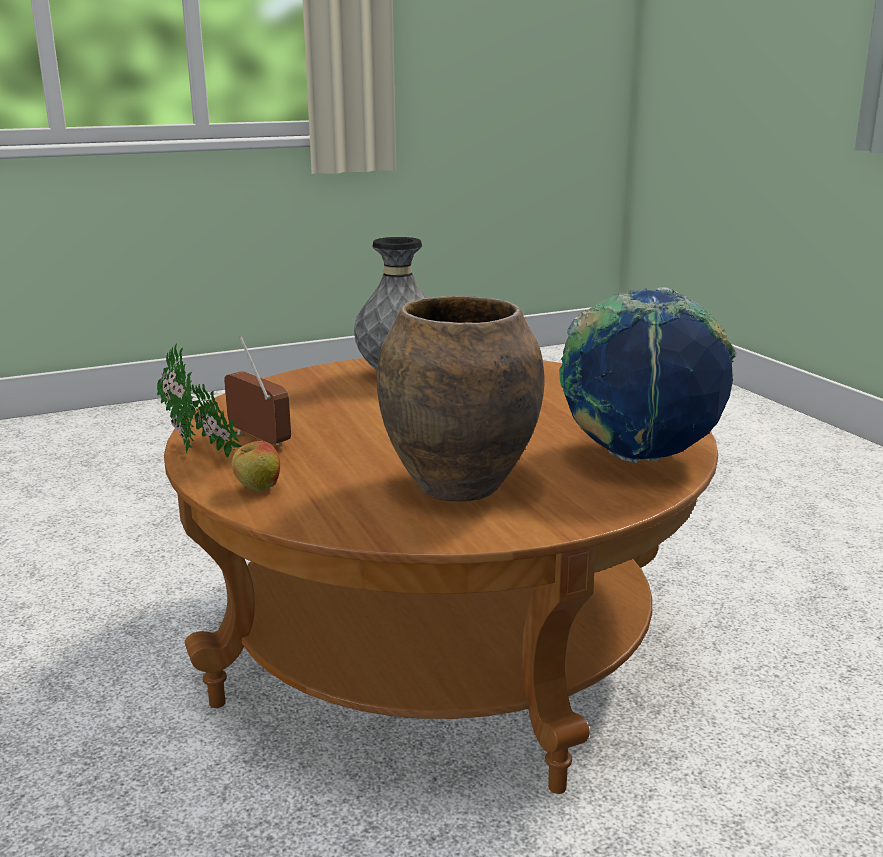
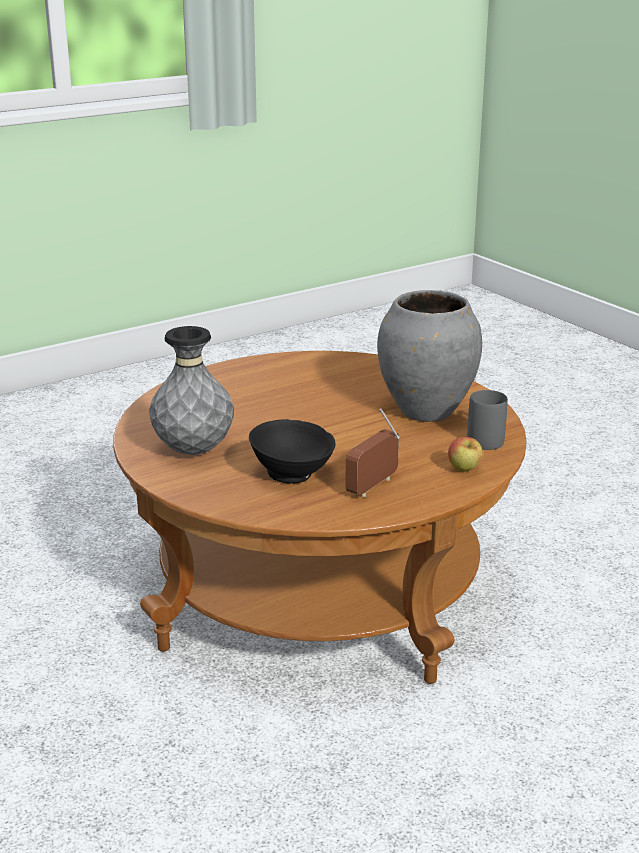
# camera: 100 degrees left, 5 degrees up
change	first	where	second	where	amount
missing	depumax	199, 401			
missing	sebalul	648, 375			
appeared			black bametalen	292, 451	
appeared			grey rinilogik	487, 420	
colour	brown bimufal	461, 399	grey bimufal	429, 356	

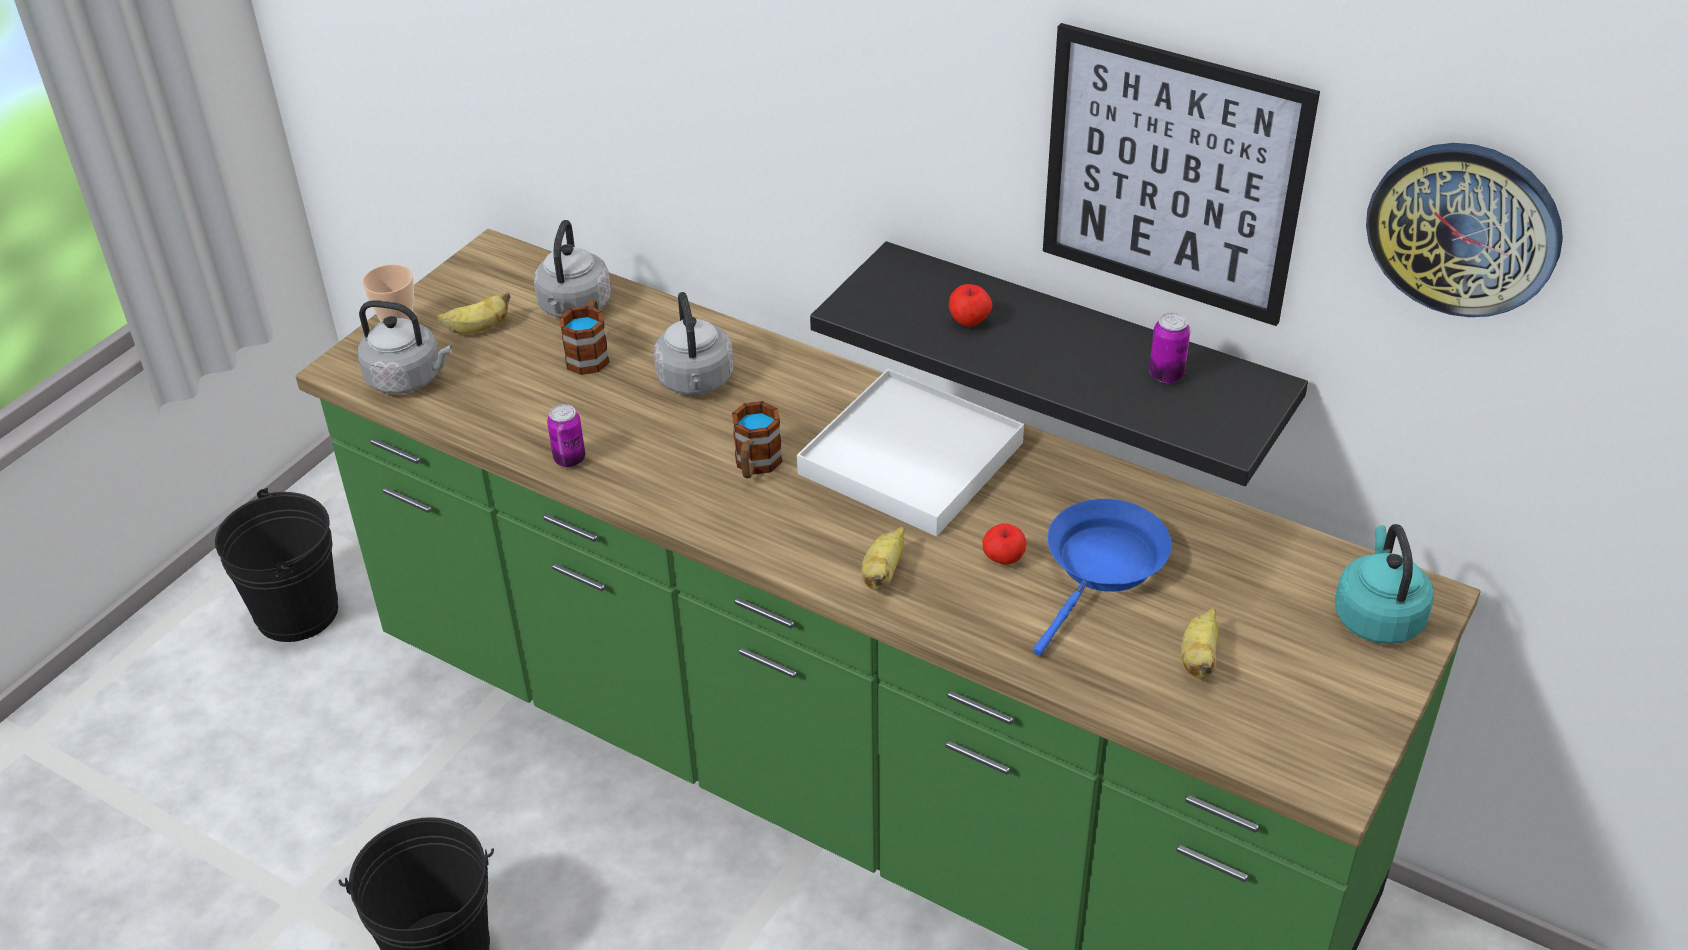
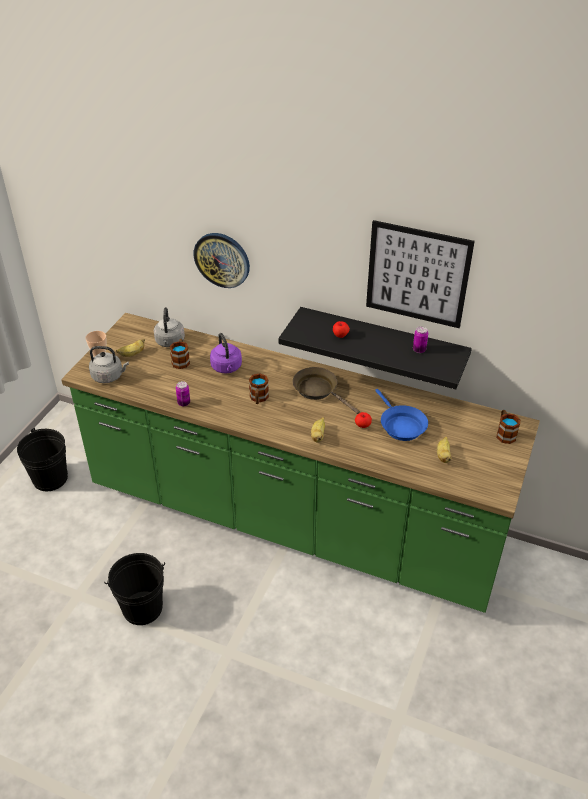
# camera: 10 degrees left, 0 degrees up
change	first	where	second	where	amount
relocated	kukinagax	1464, 230		222, 260	
exchanged	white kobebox	910, 452	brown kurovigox	326, 390	
exchanged	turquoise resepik	1384, 584	rinilogik	508, 427	
colour	grey resepik	694, 343	purple resepik	226, 353	
spun	blue kurovigox	1102, 577		401, 415	135 degrees clockwise

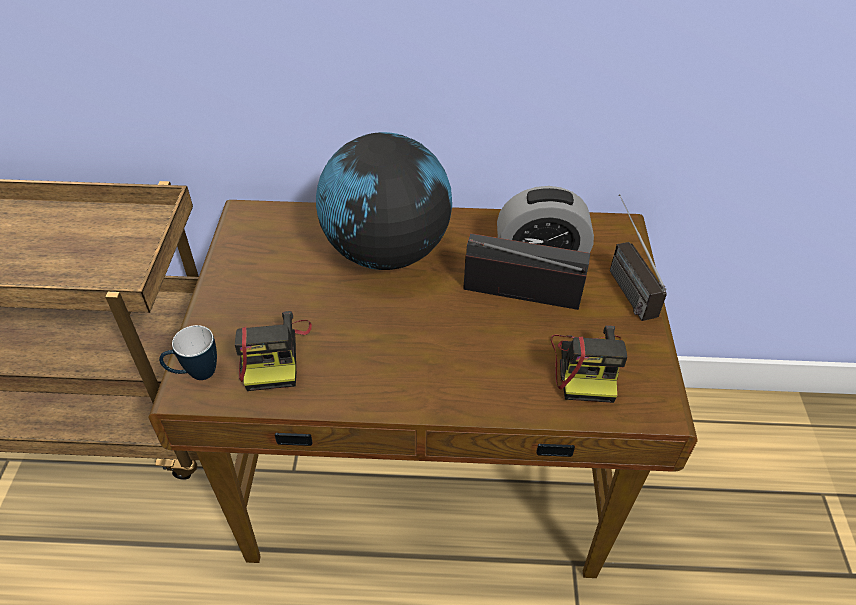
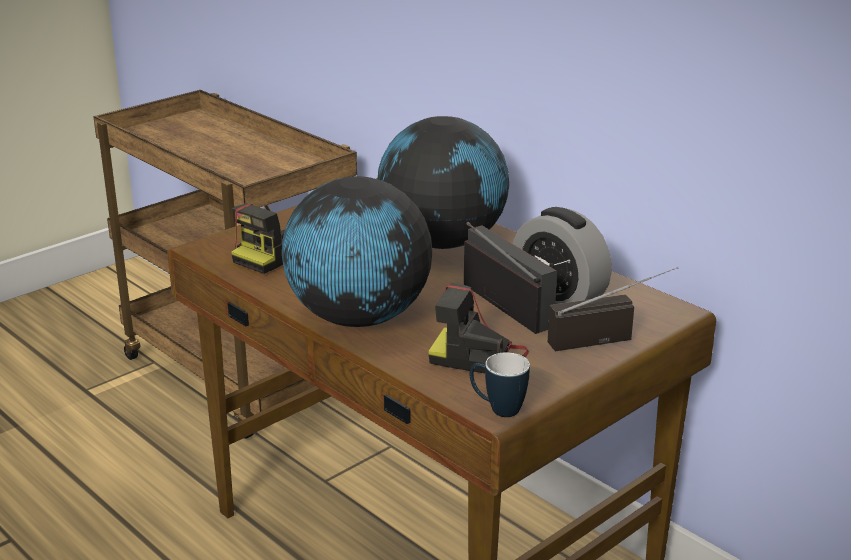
# camera: 45 degrees right, 20 degrees down
change	first	where	second	where	amount
appeared			sebalul	357, 251	
relocated	rinilogik	188, 352		500, 385	
spun	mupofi	589, 364		478, 328	60 degrees clockwise
spun	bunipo	638, 257		613, 309	45 degrees clockwise

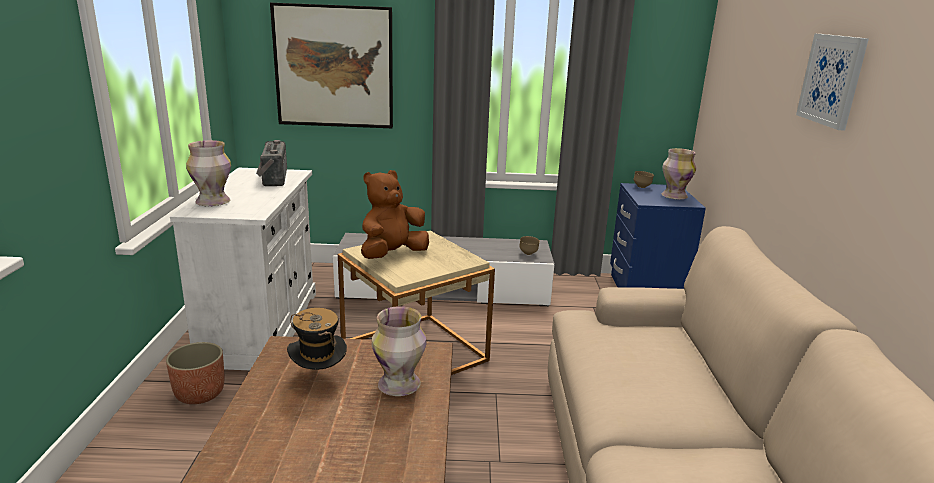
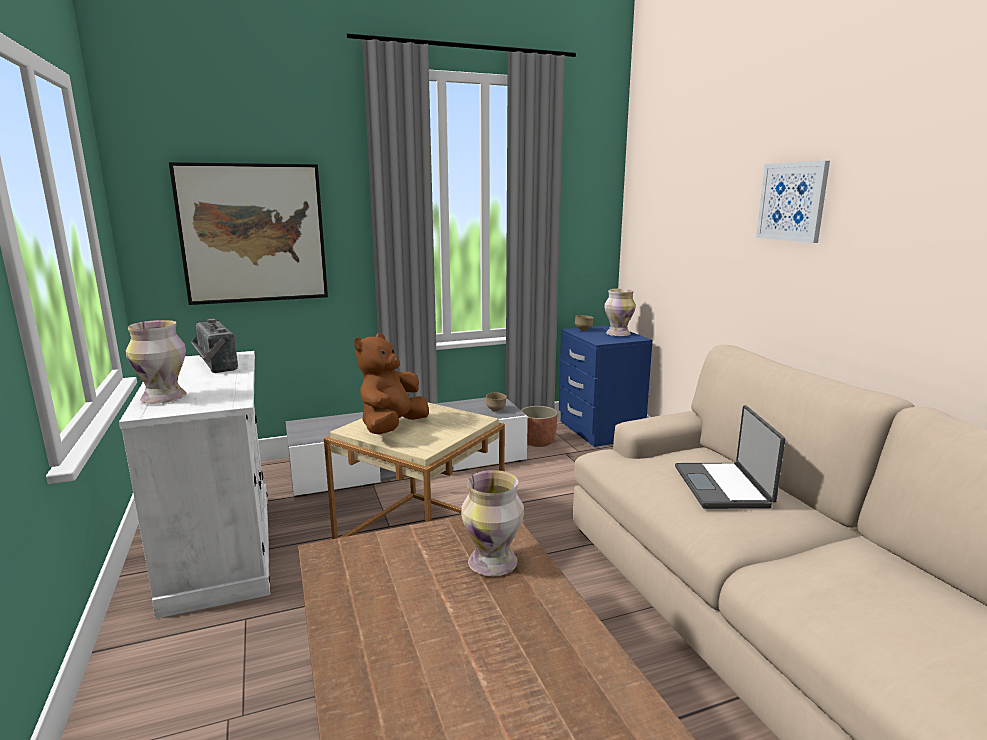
# camera: 20 degrees left, 5 degrees down
change	first	where	second	where	amount
missing	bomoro	317, 339			
appeared			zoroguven	730, 457	
relocated	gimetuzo	195, 373		539, 426	

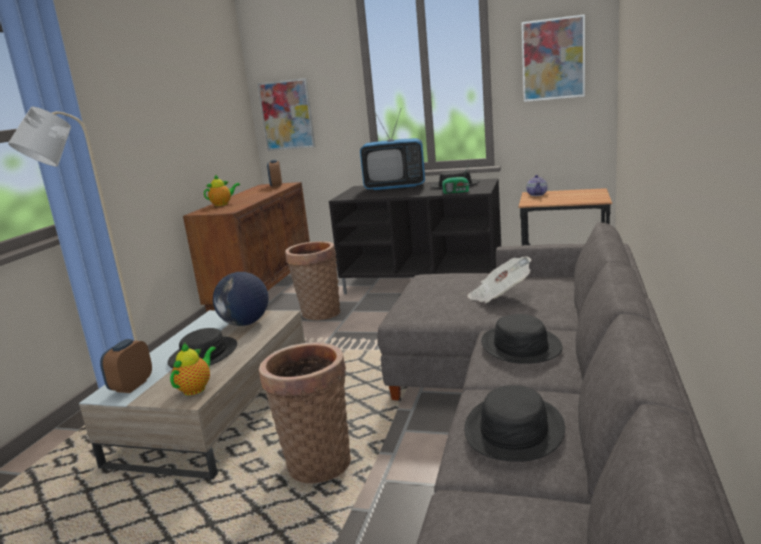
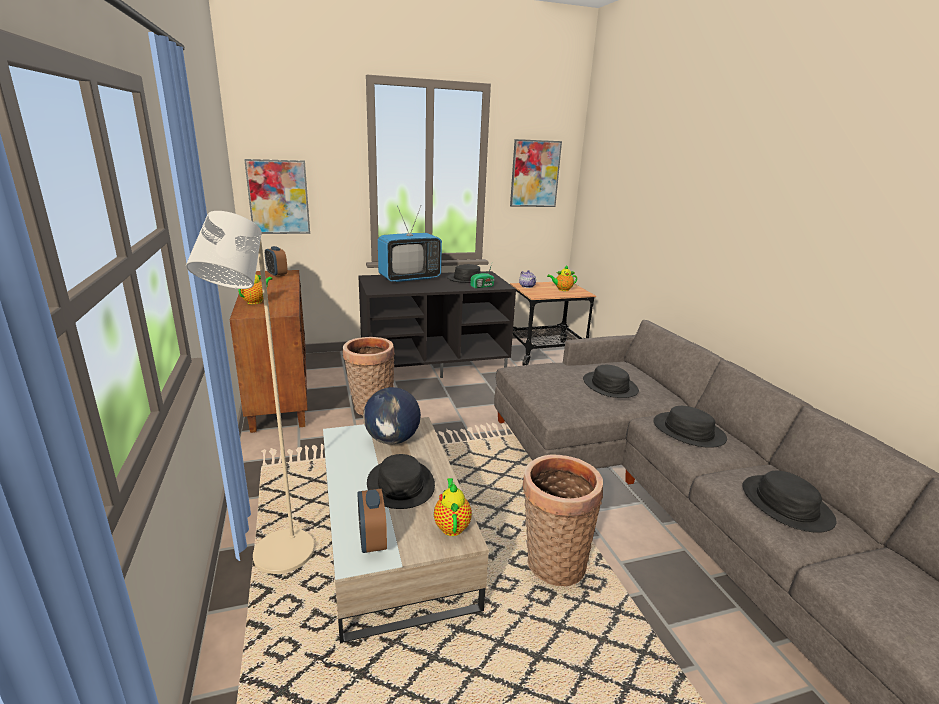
# camera: 35 degrees left, 5 degrees up
change	first	where	second	where	amount
appeared			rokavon	562, 278	
exchanged	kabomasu	499, 280	black bomoro	611, 381	

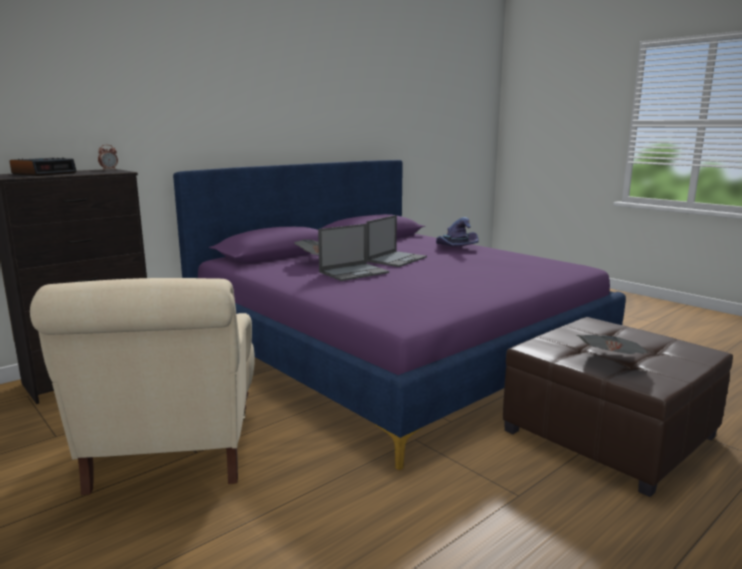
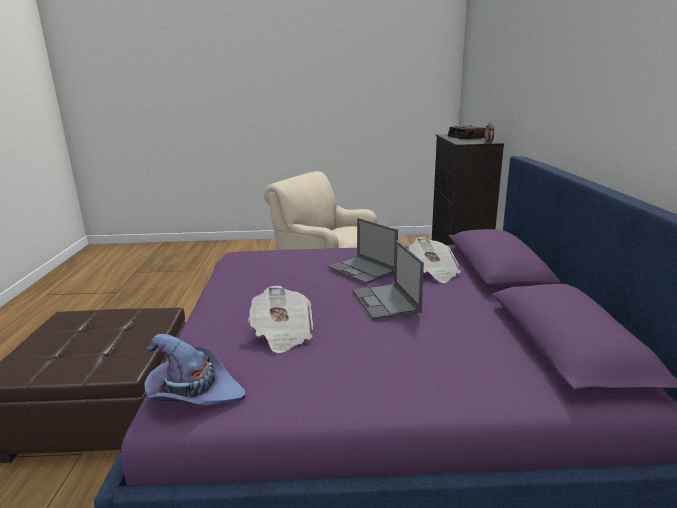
# camera: 130 degrees right, 5 degrees up
change	first	where	second	where	amount
relocated	purple bomoro	457, 231		194, 370	
relocated	kabomasu	612, 344		280, 319	
spun	zoroguven	353, 252		363, 251	45 degrees counterclockwise

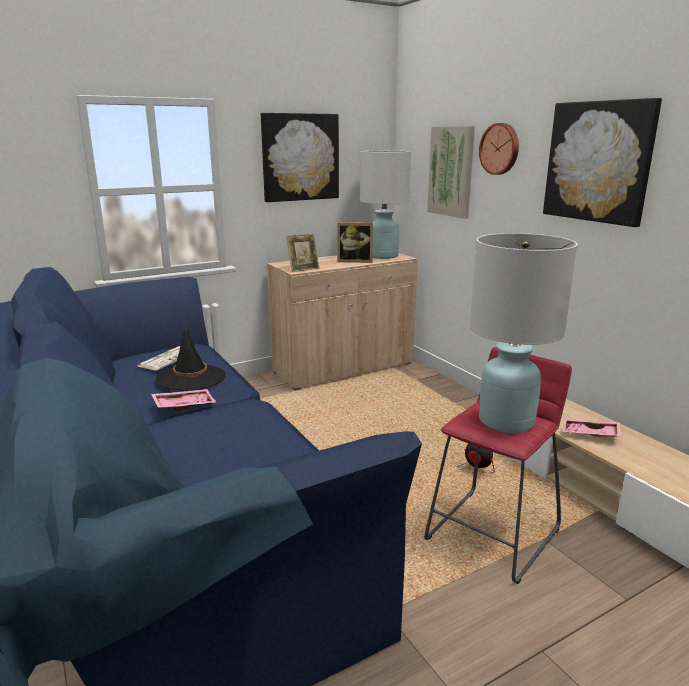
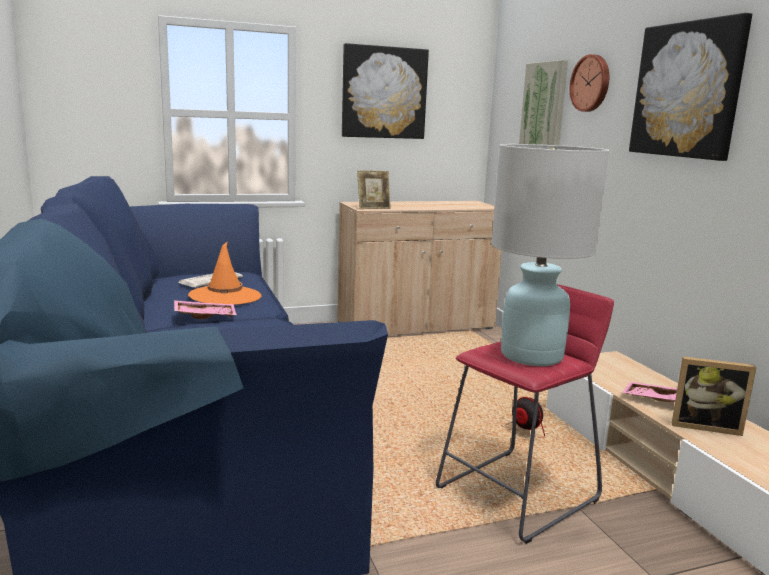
# camera: 10 degrees right, 5 degrees down
change	first	where	second	where	amount
missing	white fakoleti	385, 205			
relocated	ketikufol	355, 242		714, 396	
colour	black bomoro	190, 358	orange bomoro	225, 273	

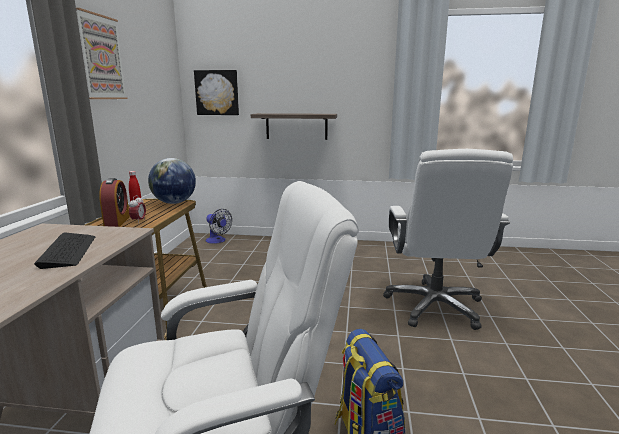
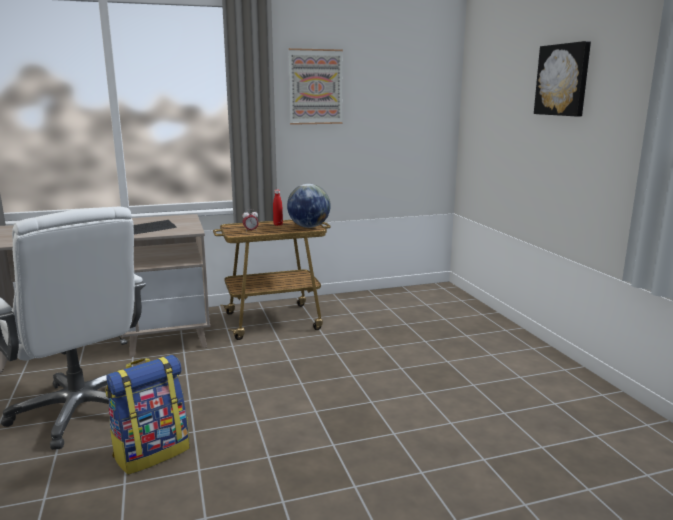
# camera: 65 degrees right, 0 degrees up
change	first	where	second	where	amount
missing	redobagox	114, 202			
missing	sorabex	219, 226			
missing	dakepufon	294, 126			
missing	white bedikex	448, 239			
relocated	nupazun	216, 92		562, 79	

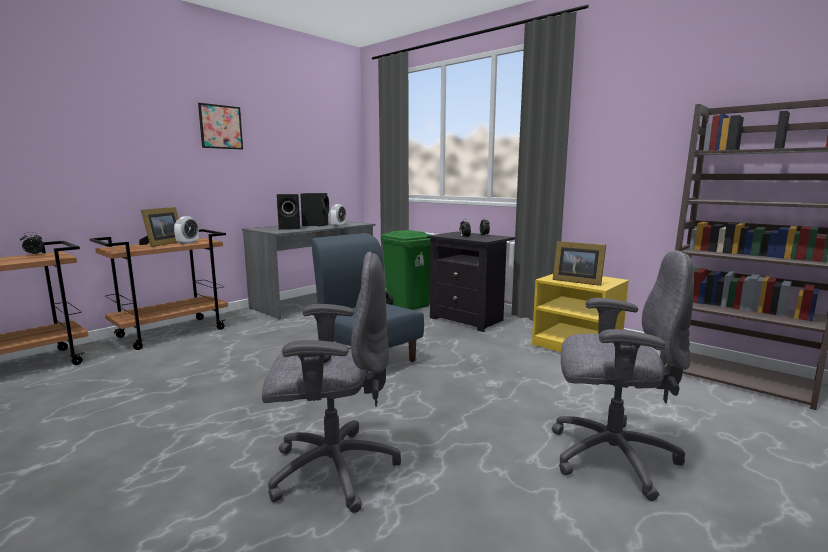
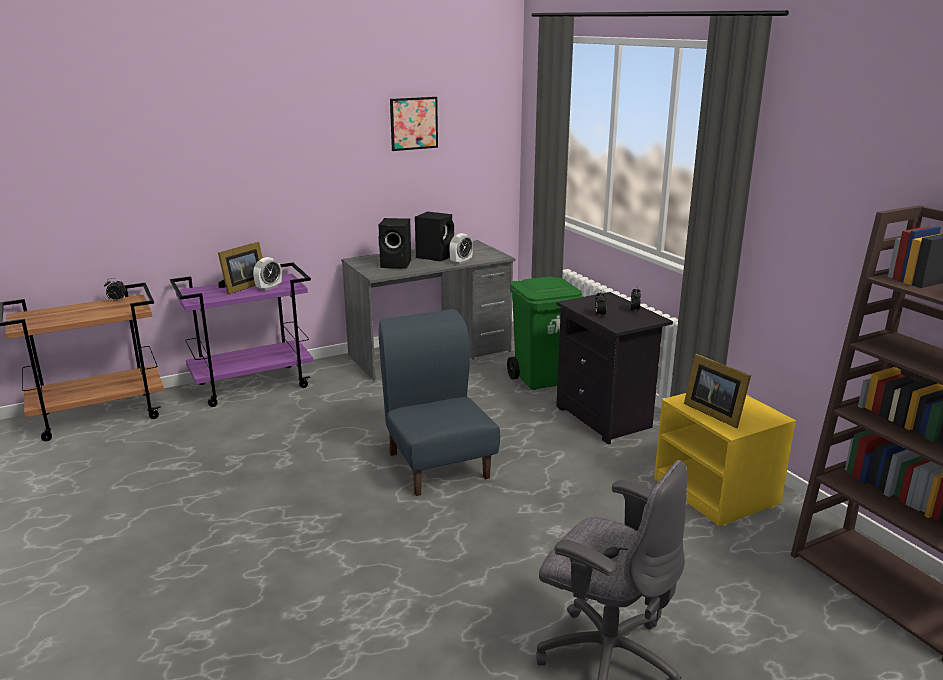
# camera: 20 degrees right, 10 degrees up
change	first	where	second	where	amount
missing	grey bedikex	331, 382			
relocated	nupazun	220, 126		414, 124	
colour	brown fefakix	158, 289	purple fefakix	241, 335	

